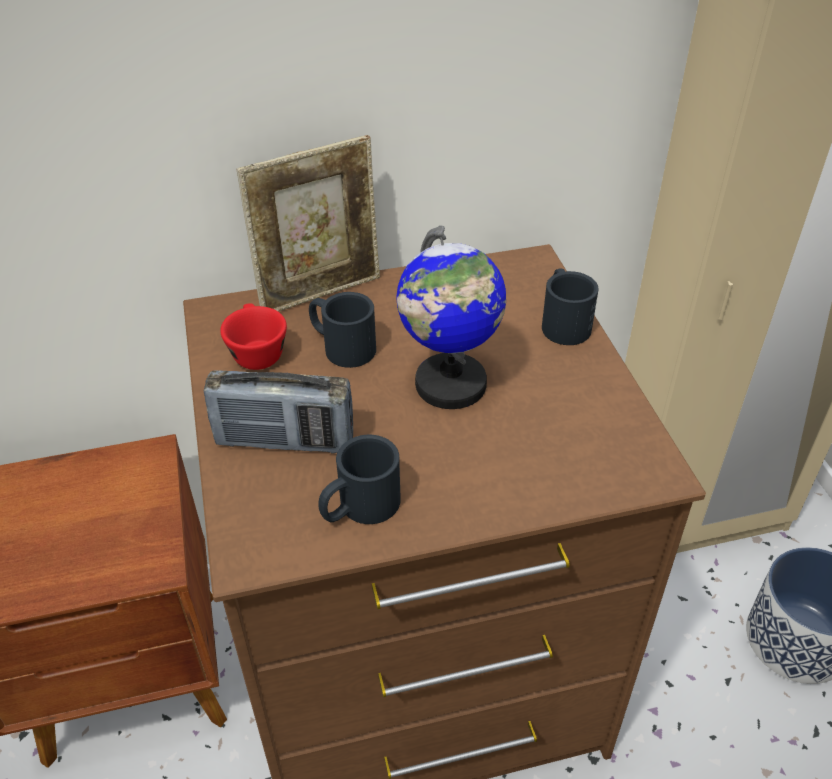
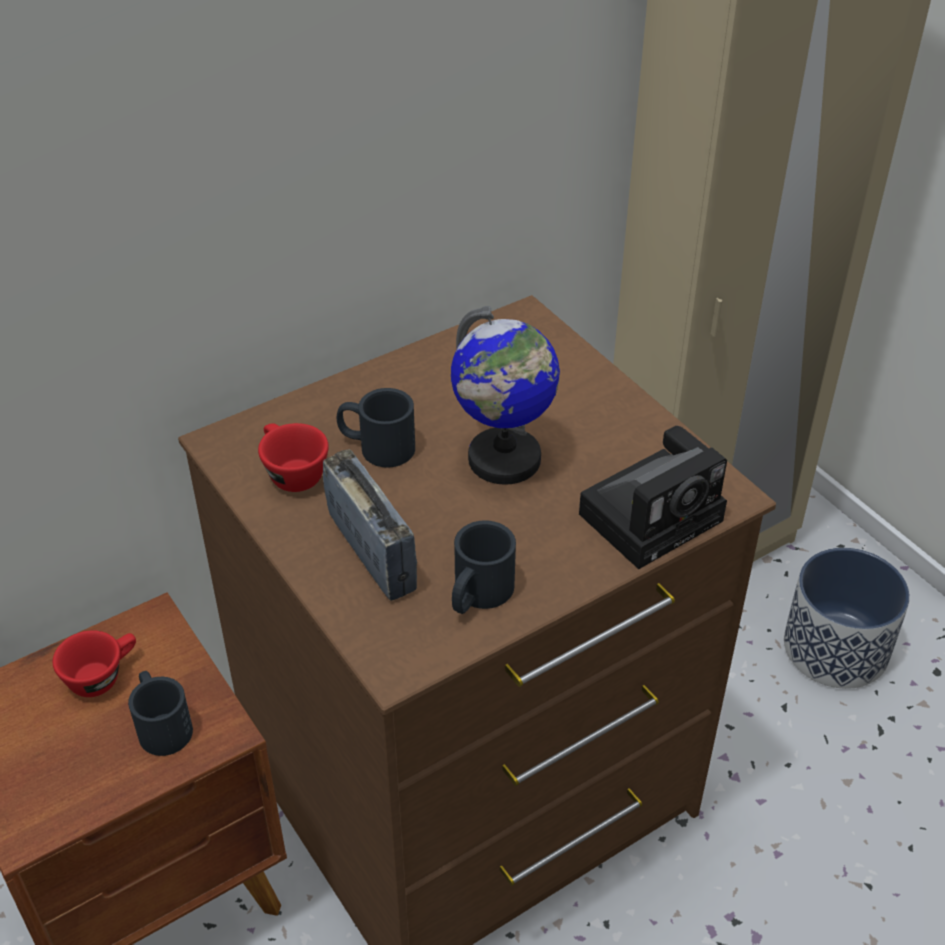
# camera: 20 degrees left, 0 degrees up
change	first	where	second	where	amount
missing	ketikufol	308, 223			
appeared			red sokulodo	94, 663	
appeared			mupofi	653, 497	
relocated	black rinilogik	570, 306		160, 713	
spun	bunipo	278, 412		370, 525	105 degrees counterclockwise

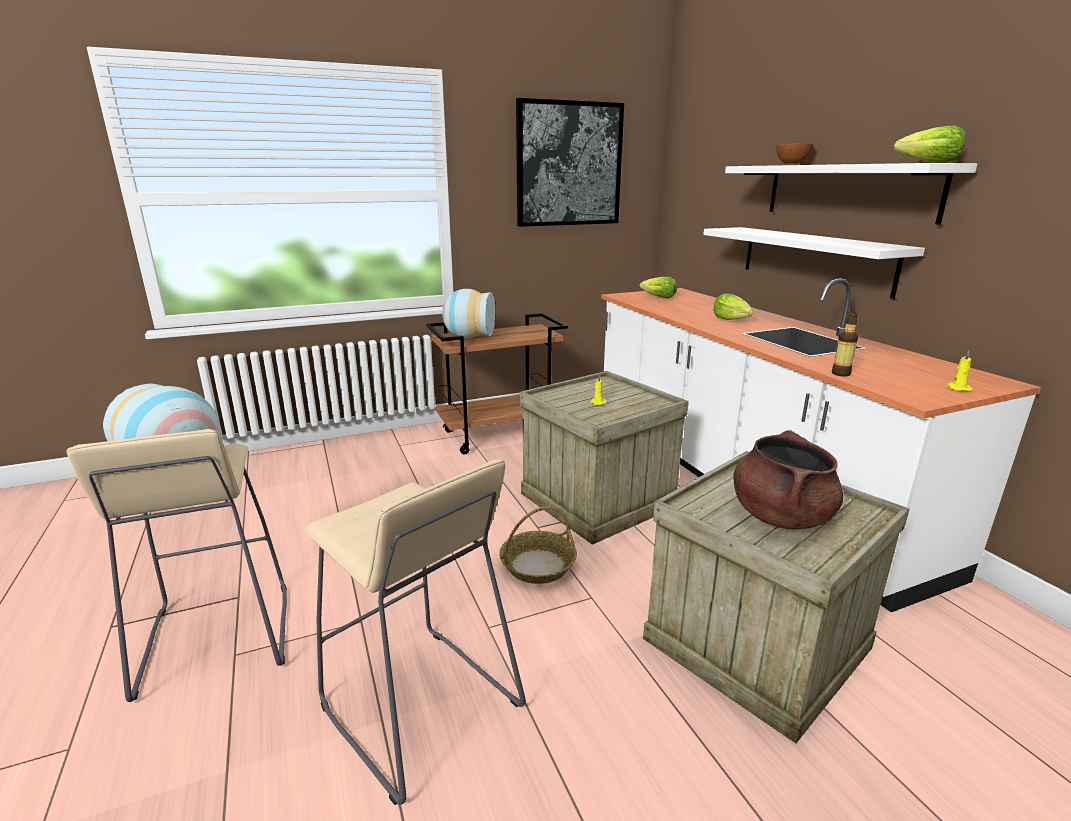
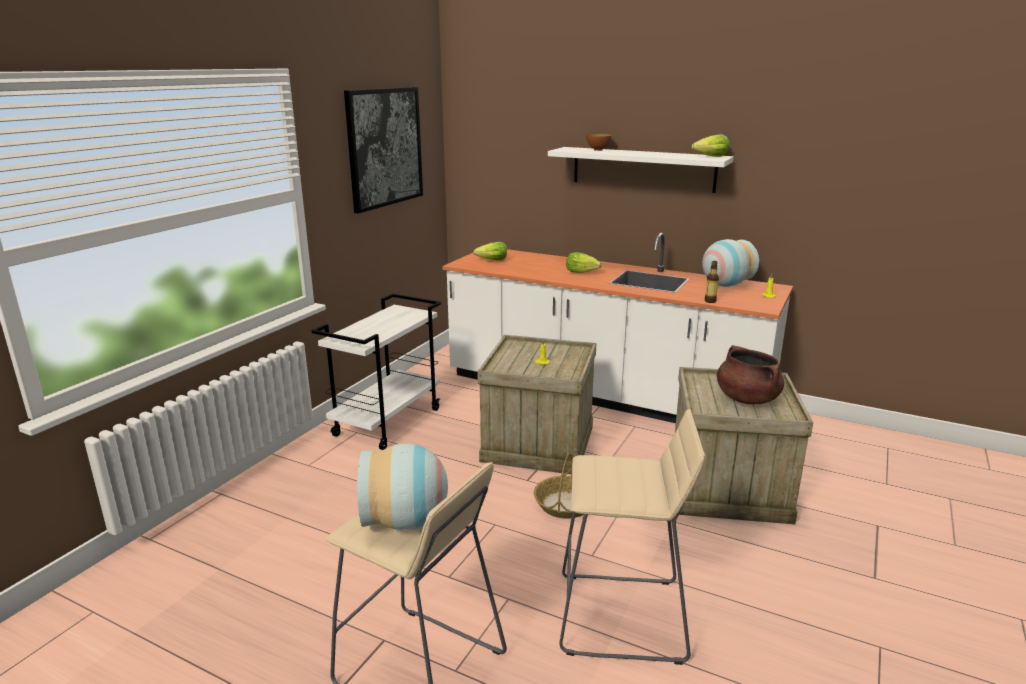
# camera: 40 degrees left, 0 degrees up
change	first	where	second	where	amount
missing	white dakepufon	814, 263			
relocated	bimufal	468, 313		730, 263	
colour	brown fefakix	497, 384	white fefakix	376, 372	

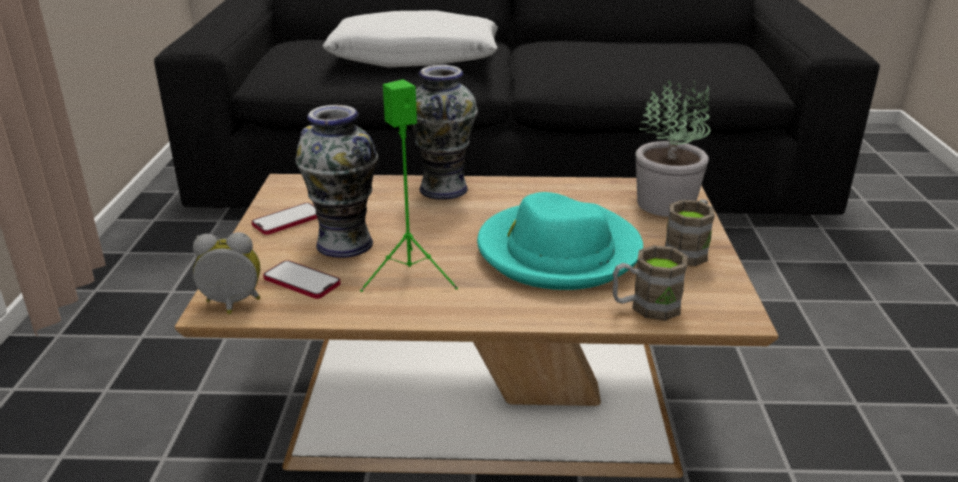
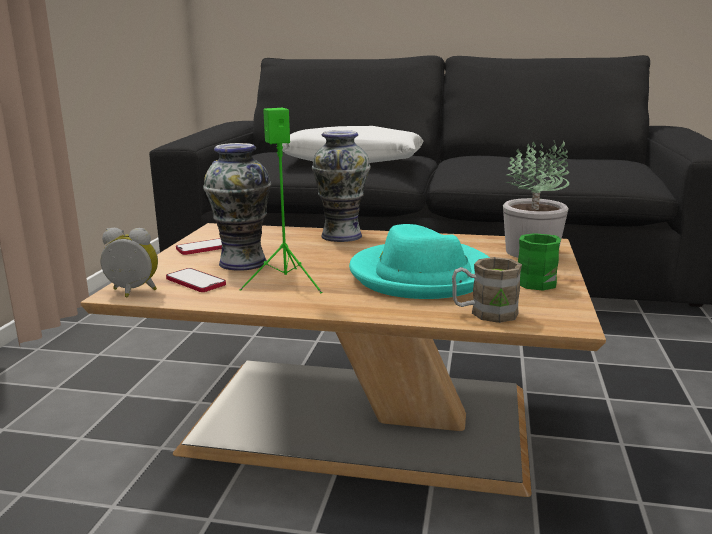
# camera: 10 degrees right, 10 degrees down
change	first	where	second	where	amount
colour	brown rinilogik	690, 232	green rinilogik	539, 262	

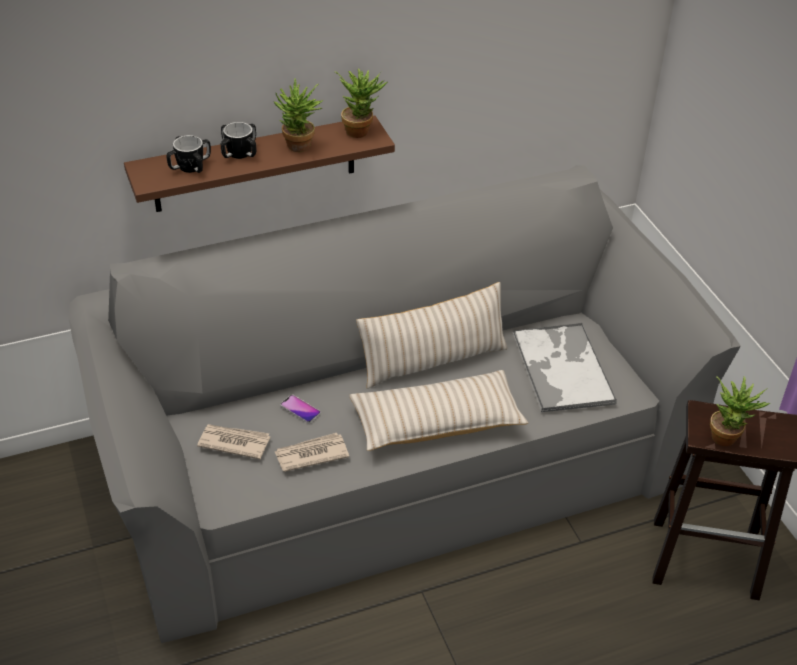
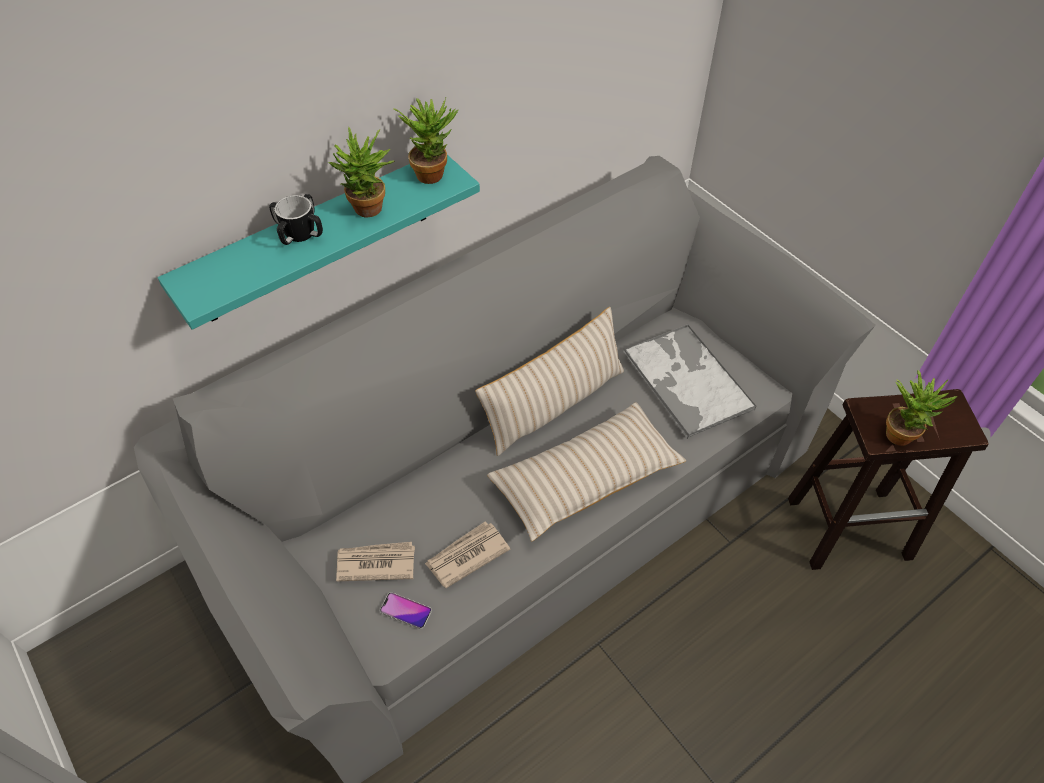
# camera: 15 degrees left, 10 degrees up
change	first	where	second	where	amount
missing	rinilogik	188, 154			
relocated	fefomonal	300, 409		406, 610	
colour	brown dakepufon	259, 164	turquoise dakepufon	319, 242	

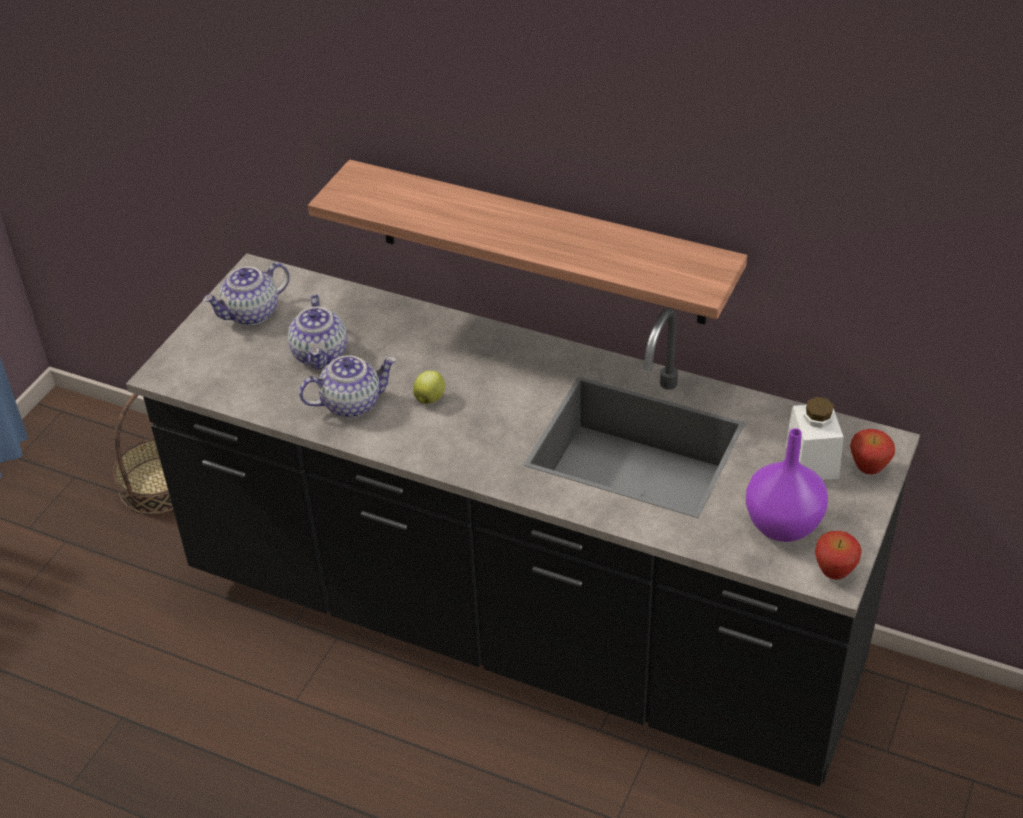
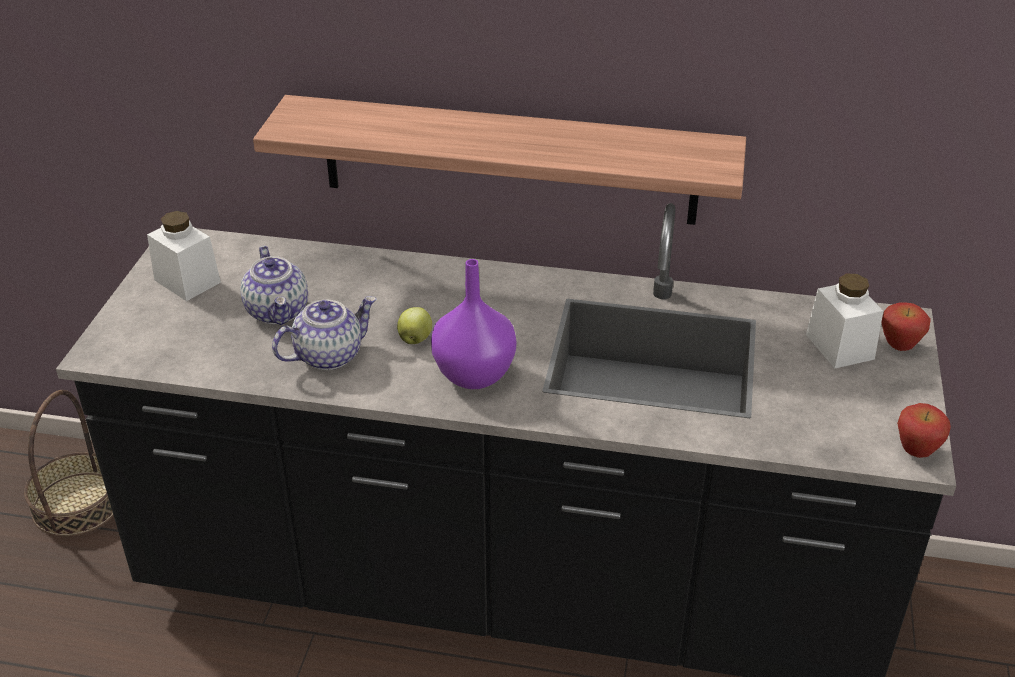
# camera: 15 degrees left, 5 degrees down
change	first	where	second	where	amount
relocated	purple bimufal	787, 485		474, 324	
exchanged	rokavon	246, 293	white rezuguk	184, 256	

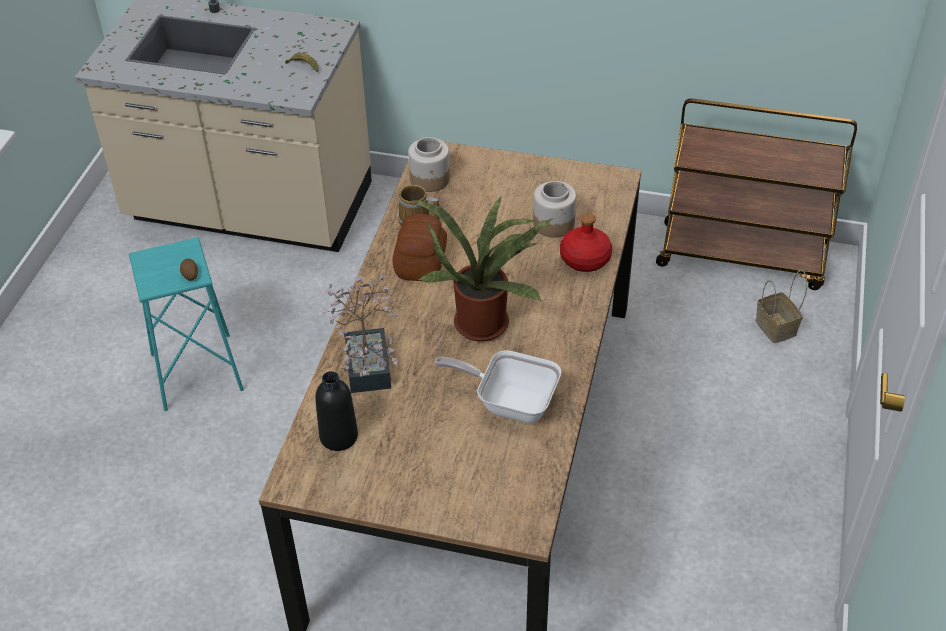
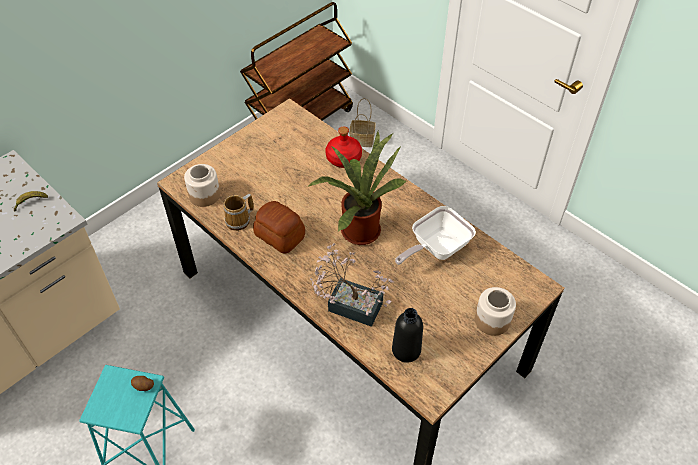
# camera: 60 degrees left, 5 degrees up
change	first	where	second	where	amount
relocated	rezuguk	554, 209		495, 311	

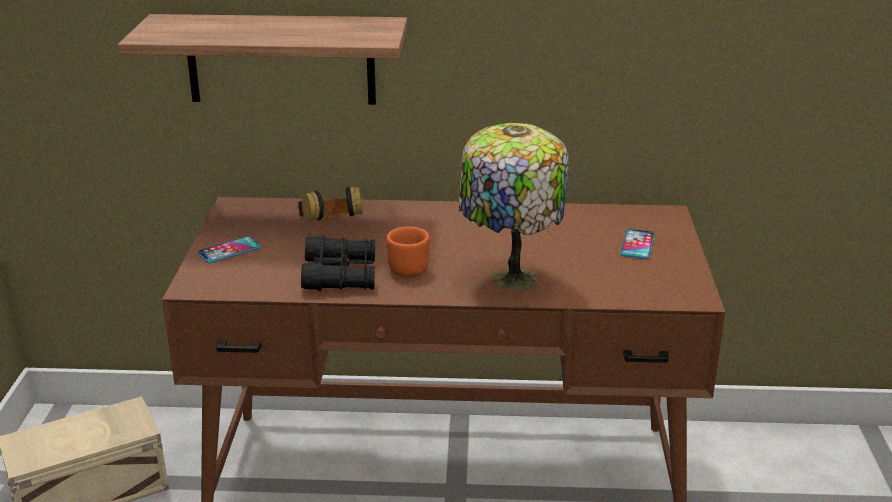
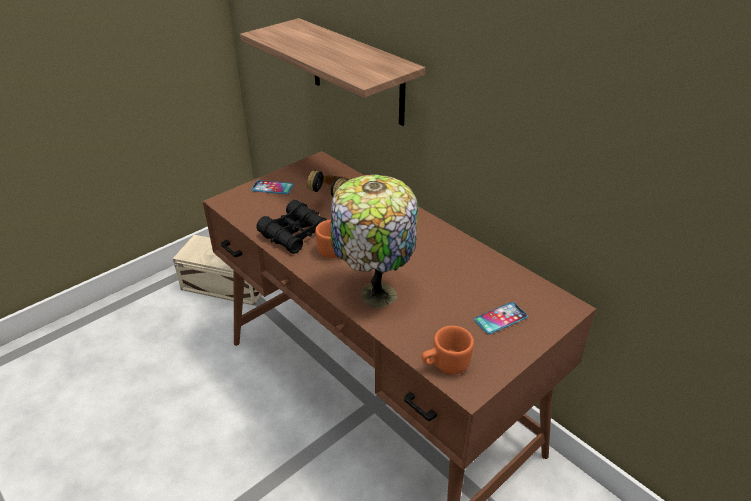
# camera: 45 degrees right, 10 degrees up
change	first	where	second	where	amount
appeared			orange rinilogik	447, 350	

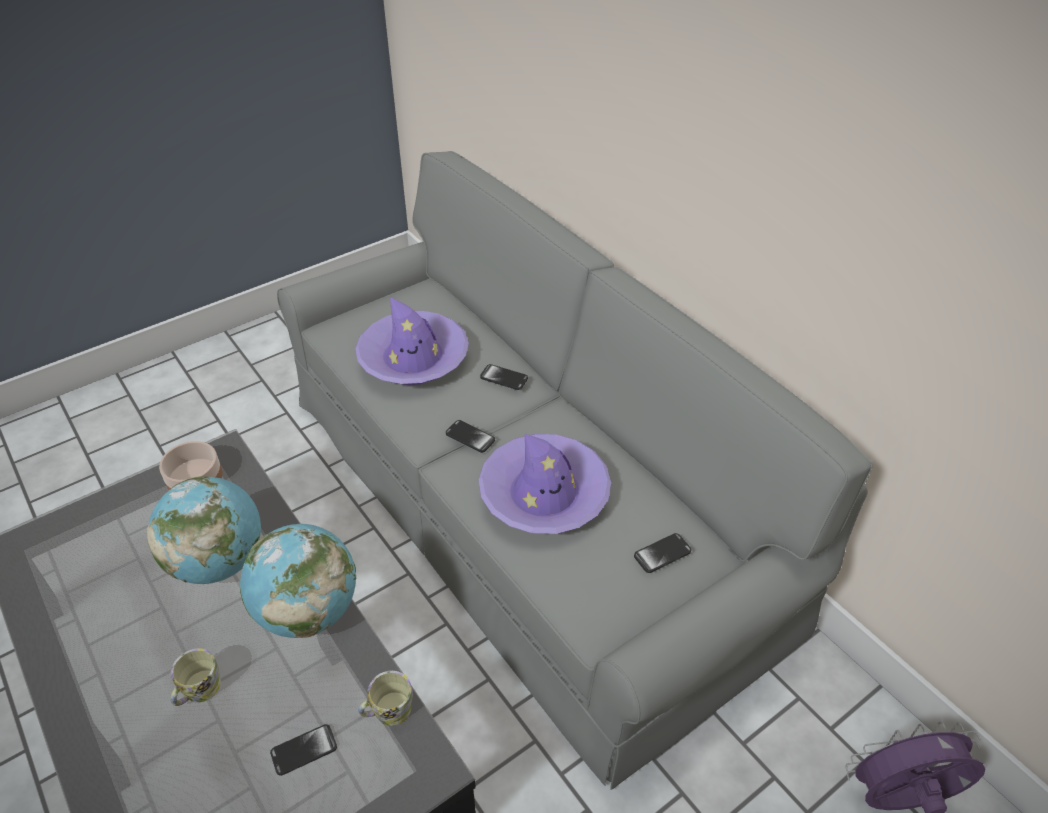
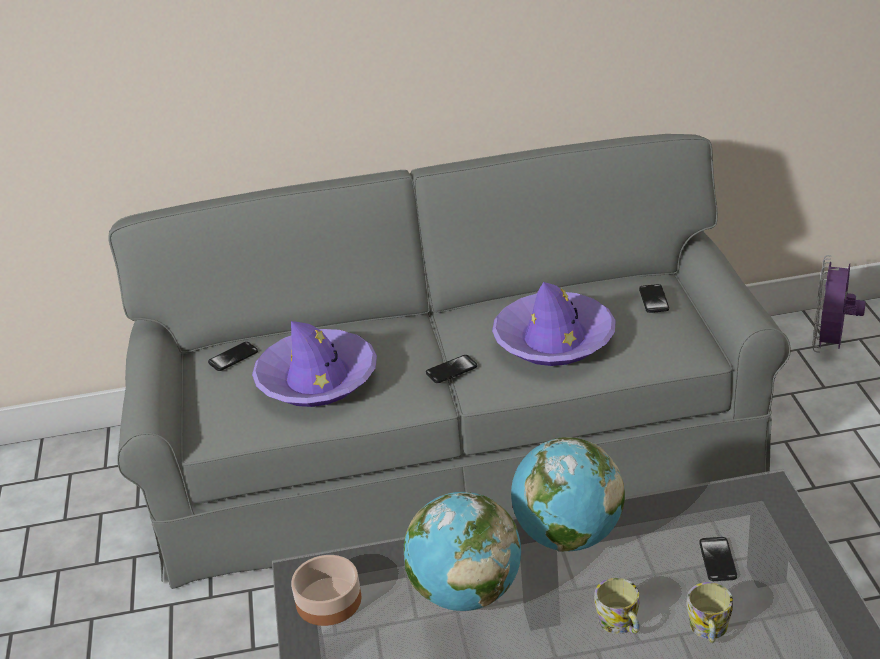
# camera: 60 degrees left, 10 degrees down
change	first	where	second	where	amount
relocated	rinilogik	385, 698		710, 612	
relocated	fefomonal	504, 377		233, 356	

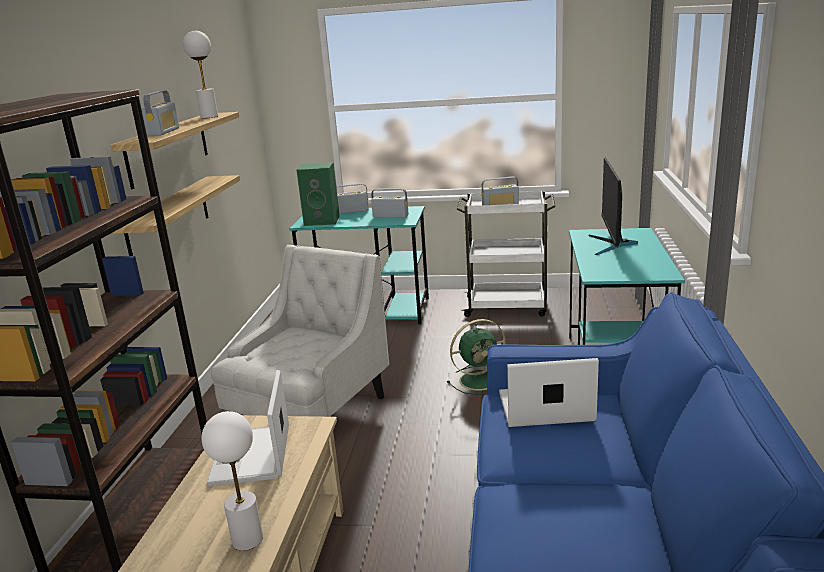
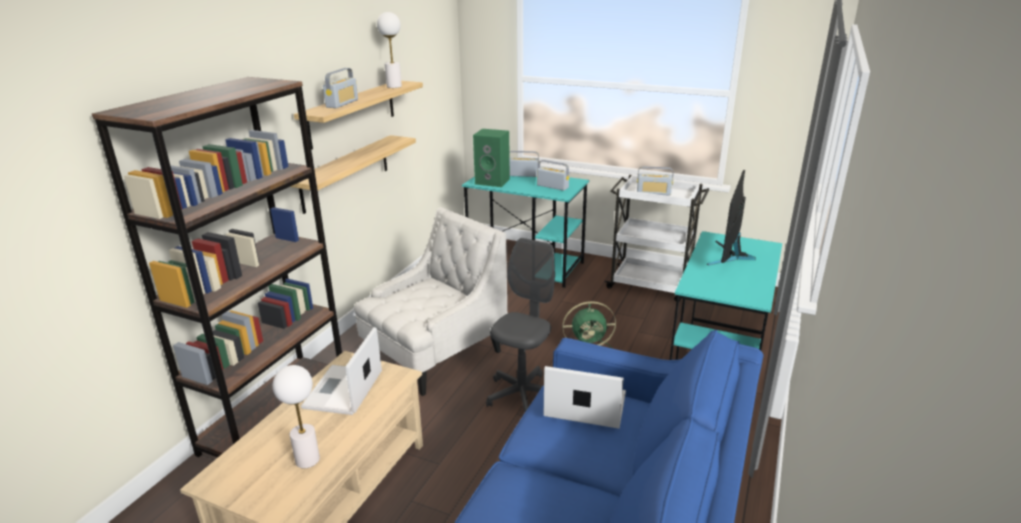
# camera: 15 degrees right, 5 degrees up
change	first	where	second	where	amount
appeared			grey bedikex	520, 325	

